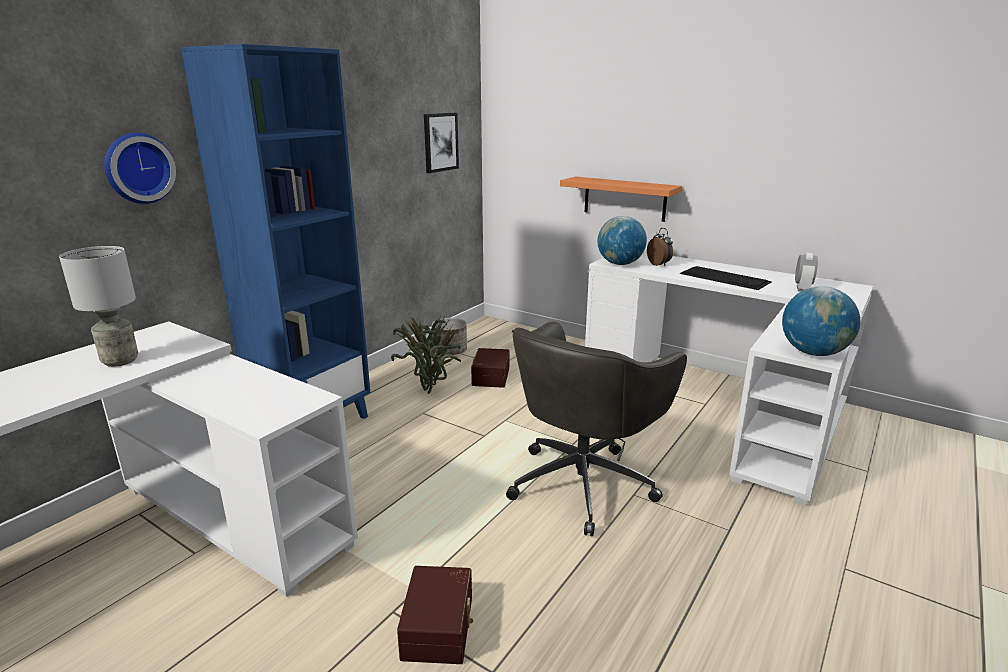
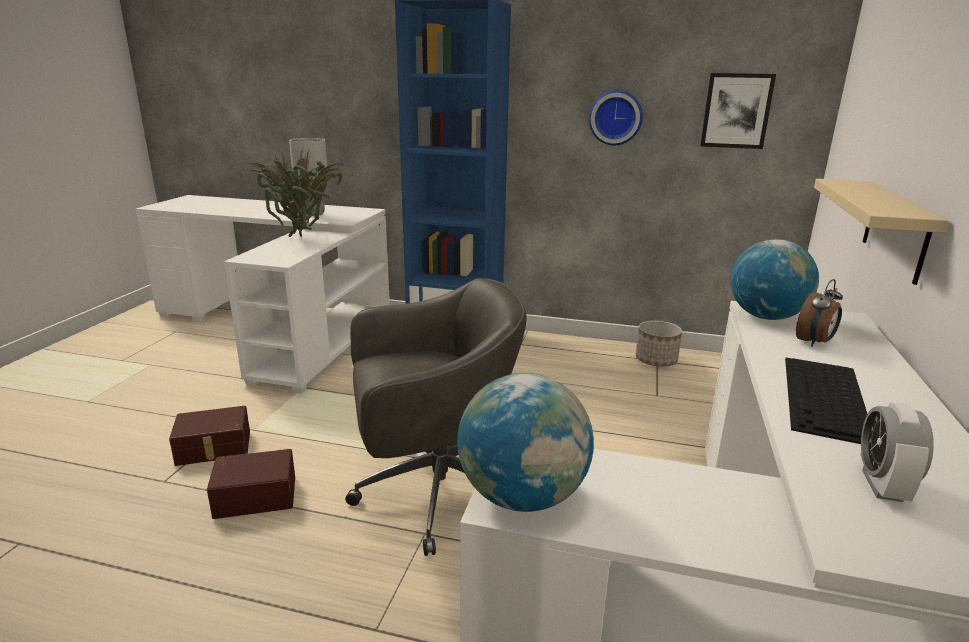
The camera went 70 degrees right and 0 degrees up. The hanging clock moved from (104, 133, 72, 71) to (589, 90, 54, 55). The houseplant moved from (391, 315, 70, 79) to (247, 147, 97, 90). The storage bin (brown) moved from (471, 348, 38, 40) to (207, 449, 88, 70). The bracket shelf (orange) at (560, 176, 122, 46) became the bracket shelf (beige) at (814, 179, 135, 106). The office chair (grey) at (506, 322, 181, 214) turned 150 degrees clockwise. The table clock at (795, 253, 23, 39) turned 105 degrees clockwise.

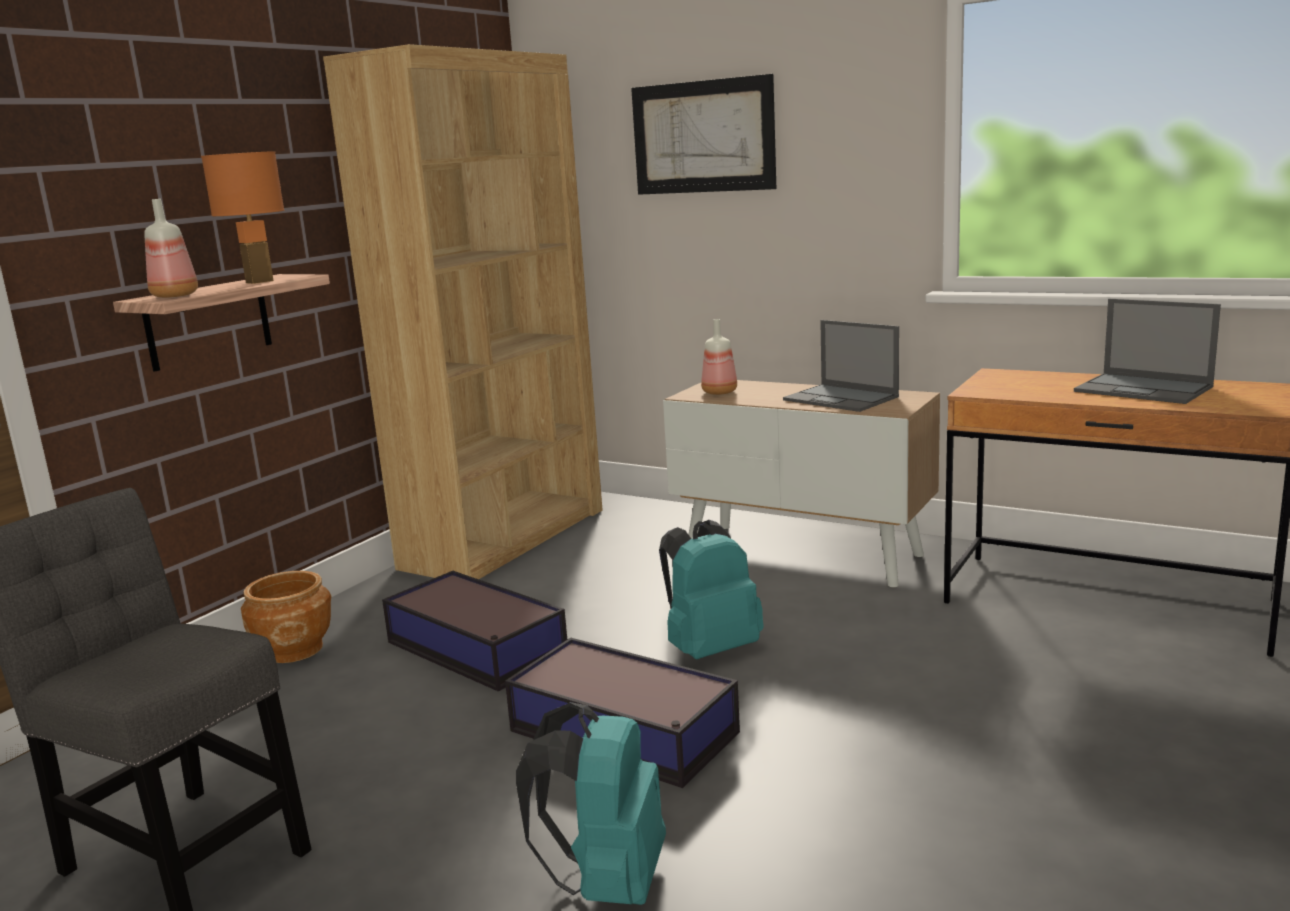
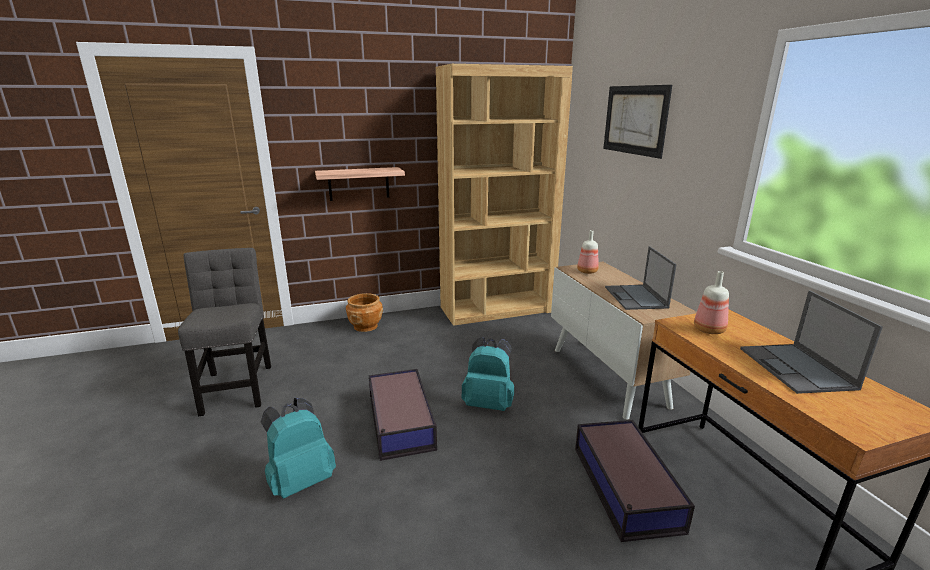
The camera went 40 degrees right and 5 degrees up. The lamp for a table (orange) at (201, 151, 83, 133) disappeared. The beverage bottle moved from (144, 199, 54, 99) to (694, 271, 35, 63). The storage bin moved from (382, 571, 185, 121) to (575, 420, 120, 122).

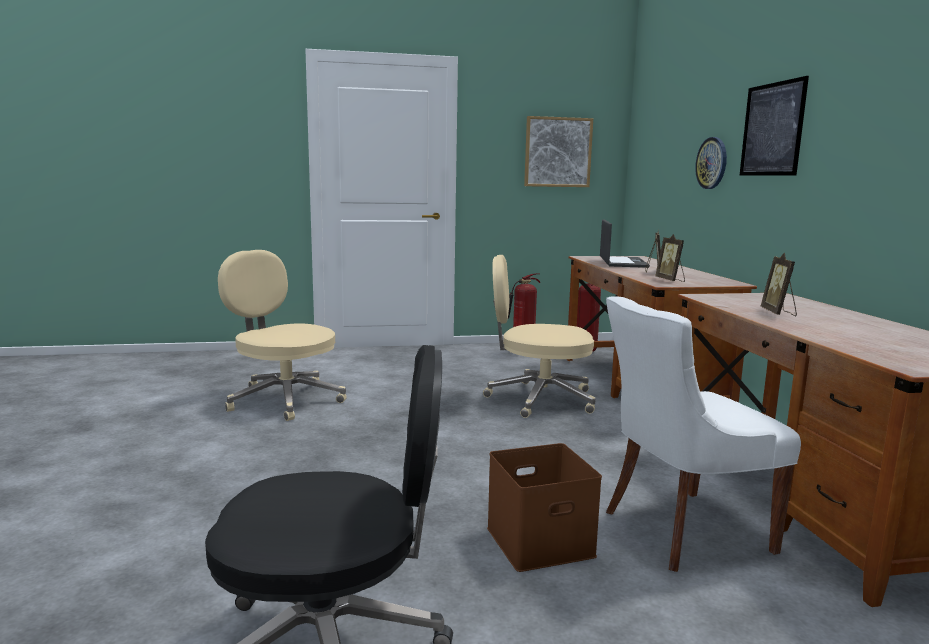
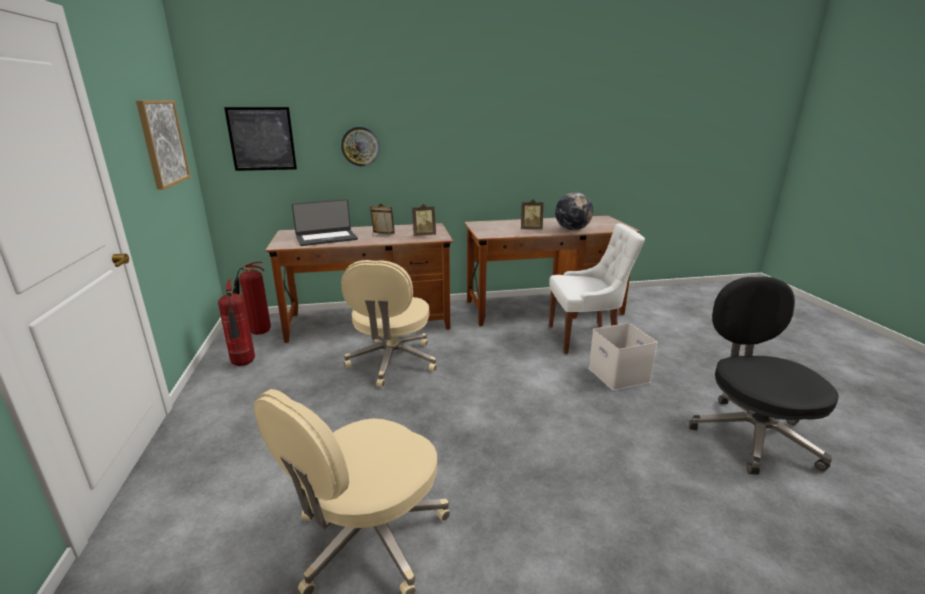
The camera went 90 degrees left and 10 degrees up. The globe at (555, 192, 38, 38) appeared. The wall picture moved from (740, 76, 69, 100) to (224, 107, 73, 64). The storage bin (brown) at (487, 443, 115, 129) became the storage bin (white) at (588, 323, 70, 67). The portable computer at (600, 220, 50, 48) turned 150 degrees clockwise. The chair (white) at (606, 296, 195, 276) turned 75 degrees counterclockwise.

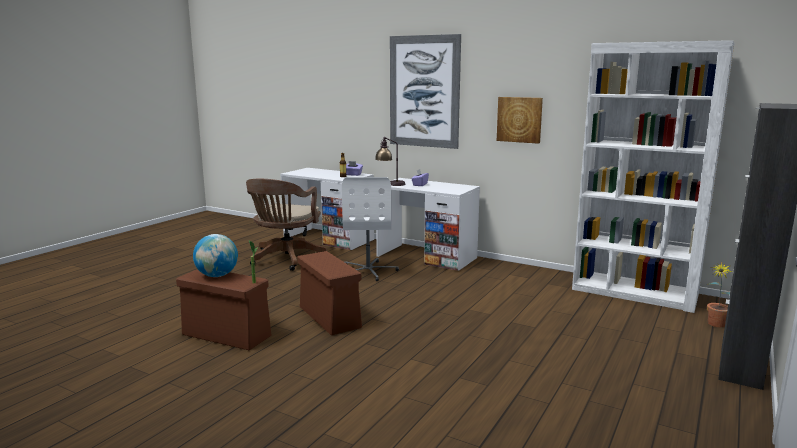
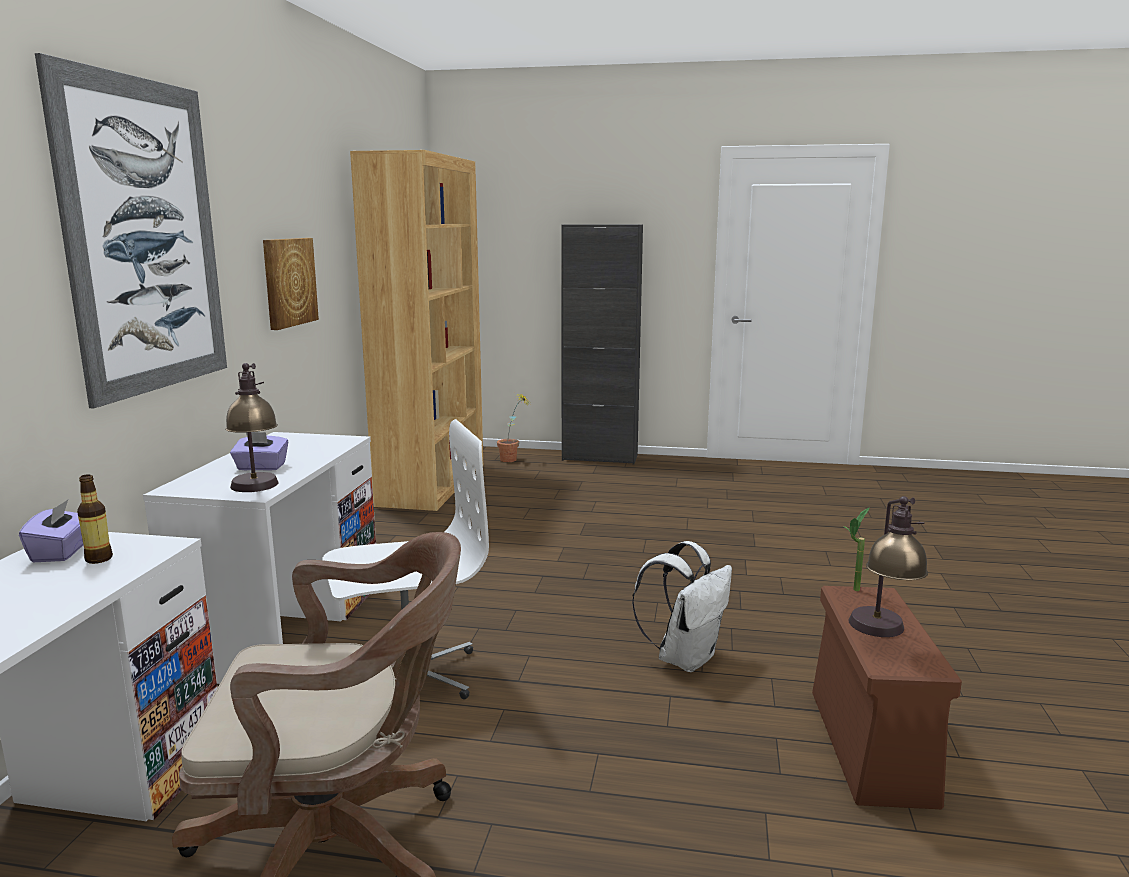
The camera went 110 degrees left and 0 degrees up. The globe at (193, 234, 45, 43) was replaced by the lamp for a table at (849, 496, 79, 141). The storage bin (brown) at (297, 251, 65, 84) was replaced by the backpack (white) at (632, 541, 100, 131). The bookcase (white) at (572, 40, 163, 273) became the bookcase (brown) at (350, 150, 133, 361).

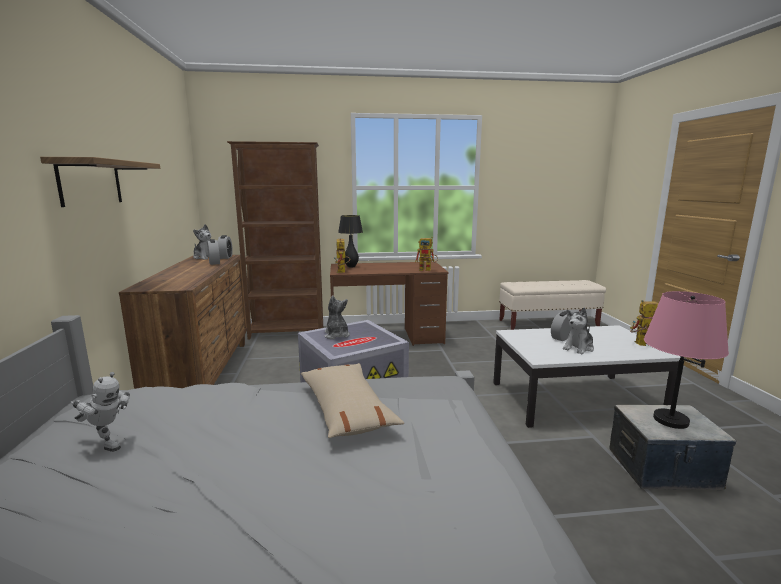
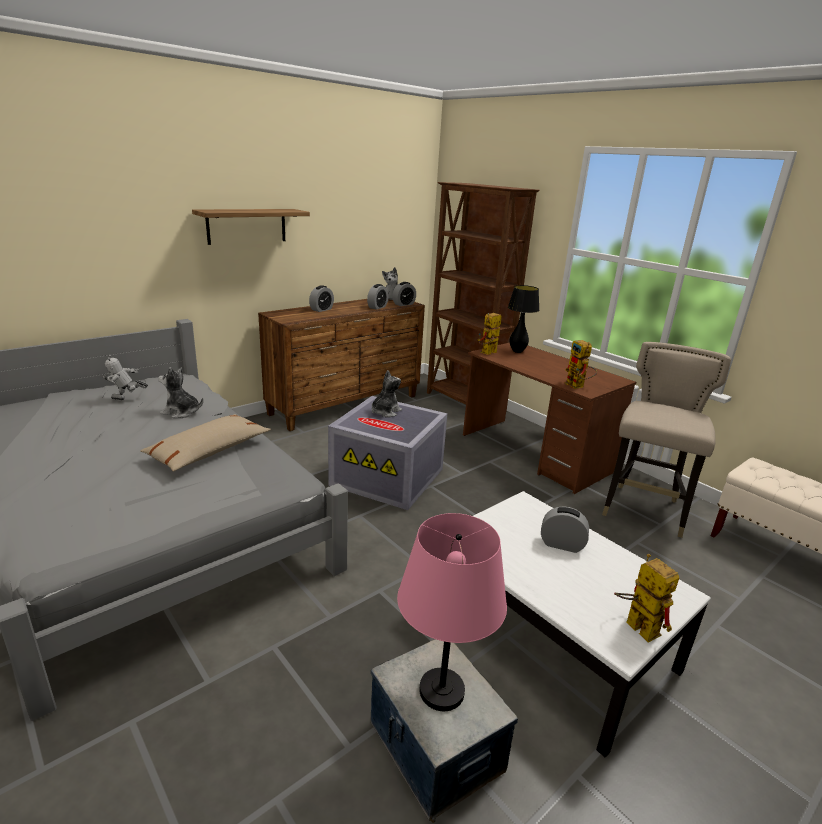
The camera went 55 degrees right and 10 degrees up. The table clock at (309, 285, 25, 27) appeared. The stool seat (beige) at (602, 342, 129, 196) appeared. The cuddly toy moved from (563, 307, 31, 47) to (158, 367, 45, 51). The model robot at (70, 372, 60, 80) turned 90 degrees clockwise.

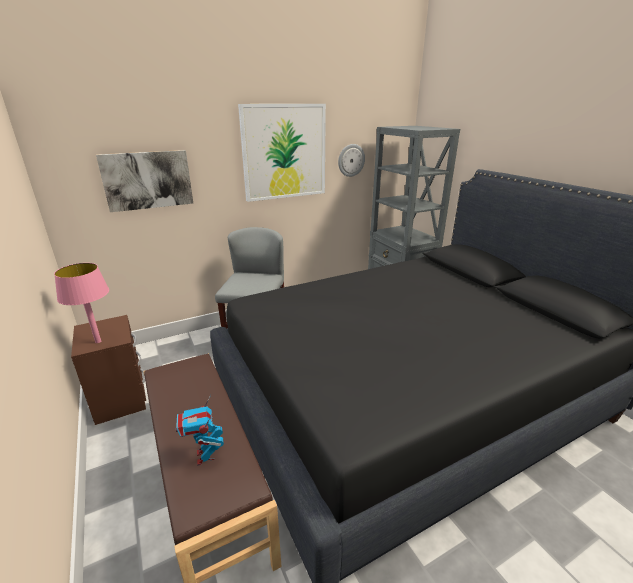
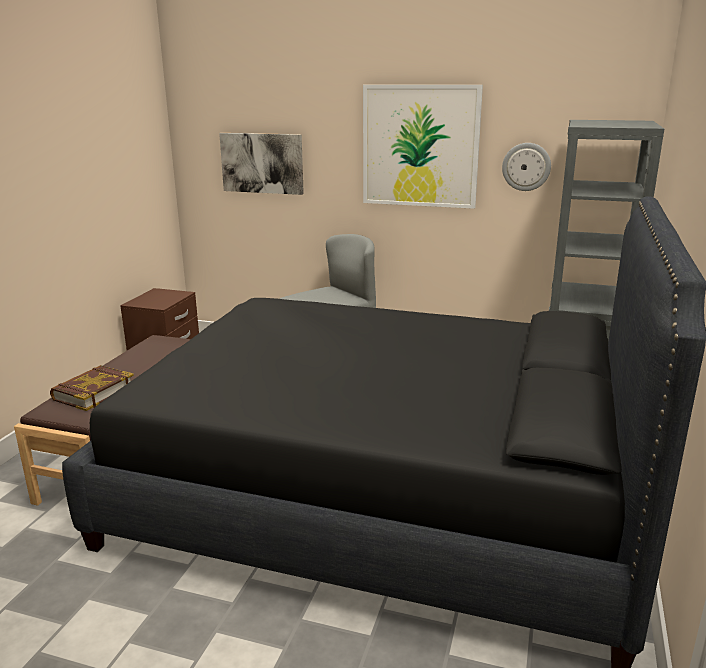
The camera went 45 degrees right and 5 degrees down. The lamp for a table (pinkish) at (54, 263, 55, 80) disappeared. The model robot at (176, 395, 48, 71) was replaced by the volume at (50, 365, 84, 46).

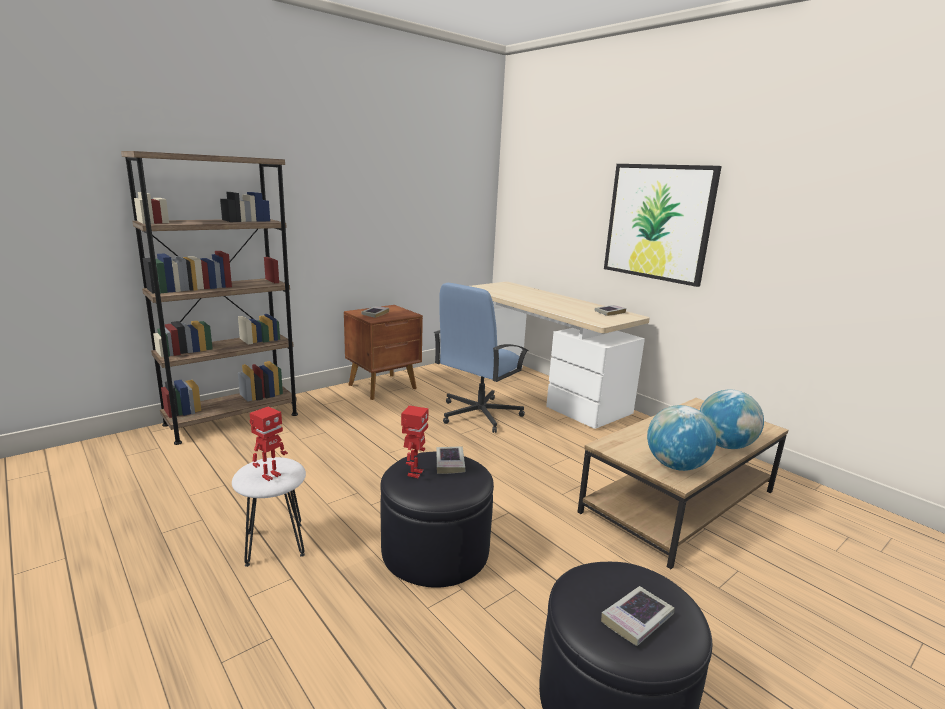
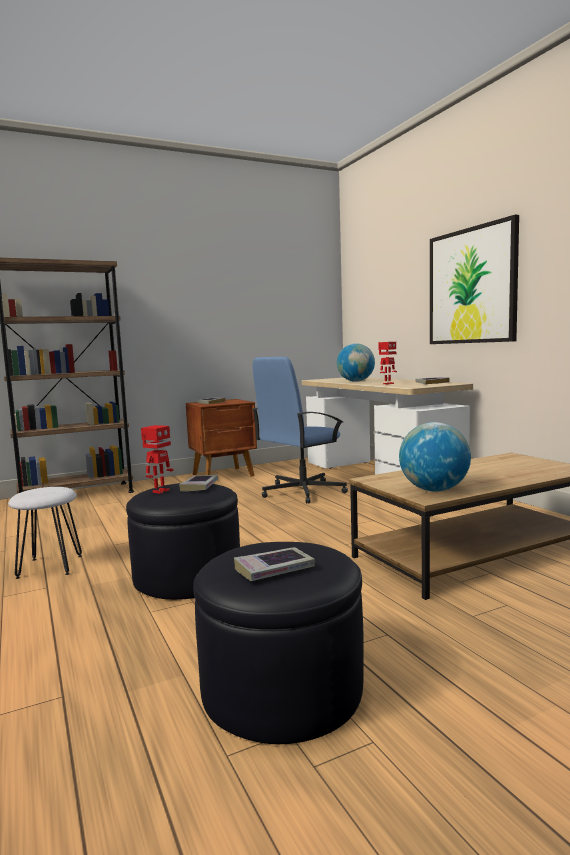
The camera went 15 degrees right and 10 degrees down. The model robot moved from (250, 407, 38, 74) to (378, 342, 19, 42). The globe moved from (700, 390, 64, 59) to (337, 343, 38, 39).

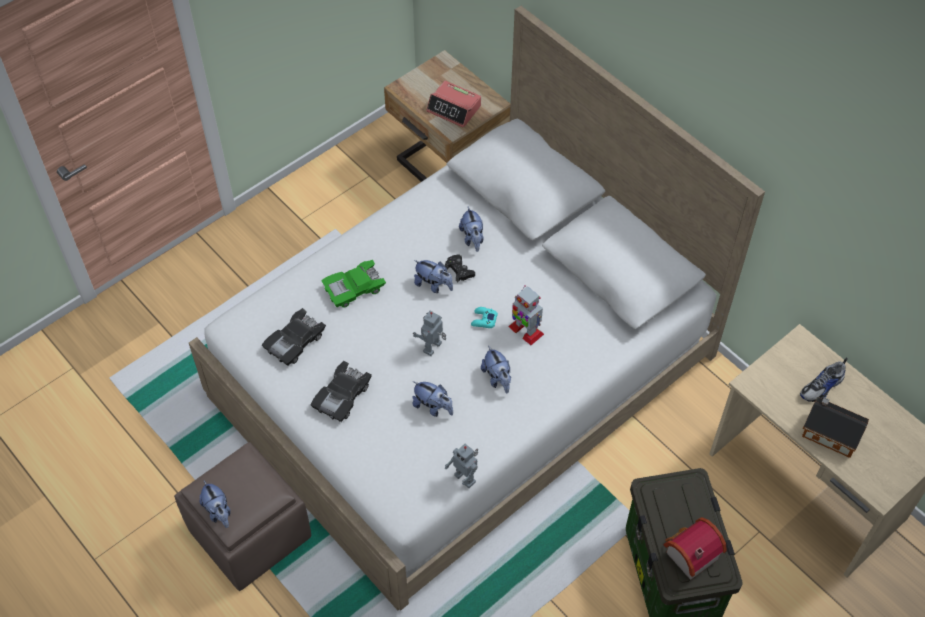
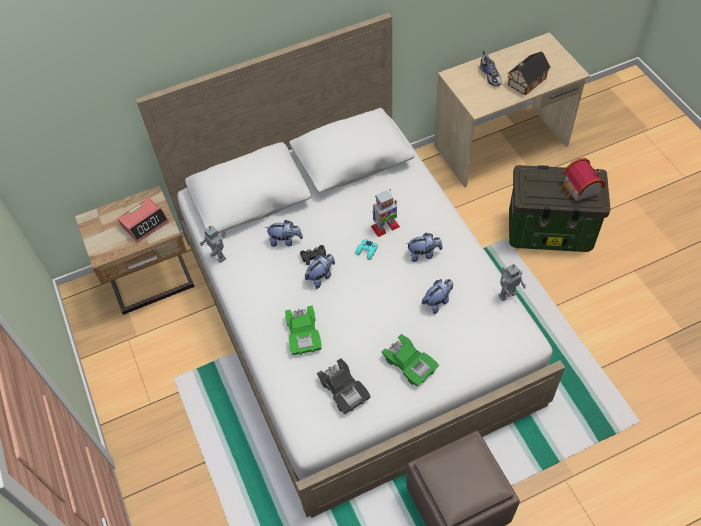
The camera went 70 degrees left and 0 degrees up. The cuddly toy at (200, 480, 31, 48) disappeared. The model robot moved from (413, 311, 33, 45) to (200, 225, 26, 38). The model car (black) at (311, 361, 61, 61) became the model car (green) at (382, 334, 57, 52).

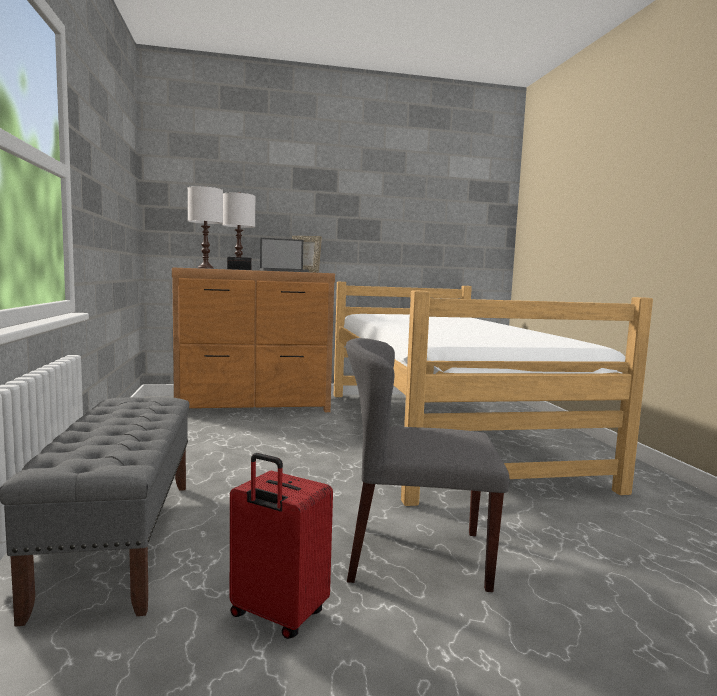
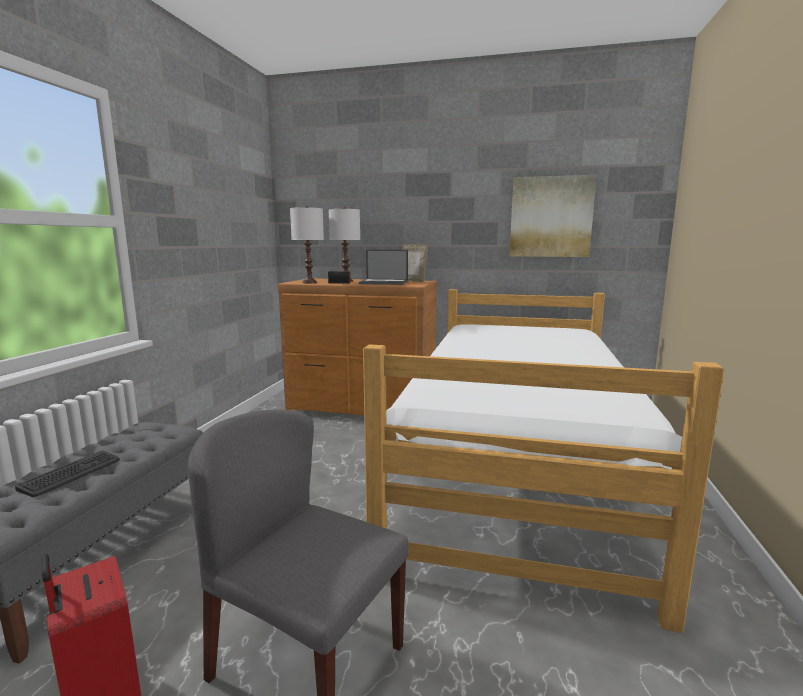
The camera went 25 degrees right and 5 degrees up. The keyboard at (15, 451, 105, 46) appeared. The wall picture at (510, 175, 86, 82) appeared.

